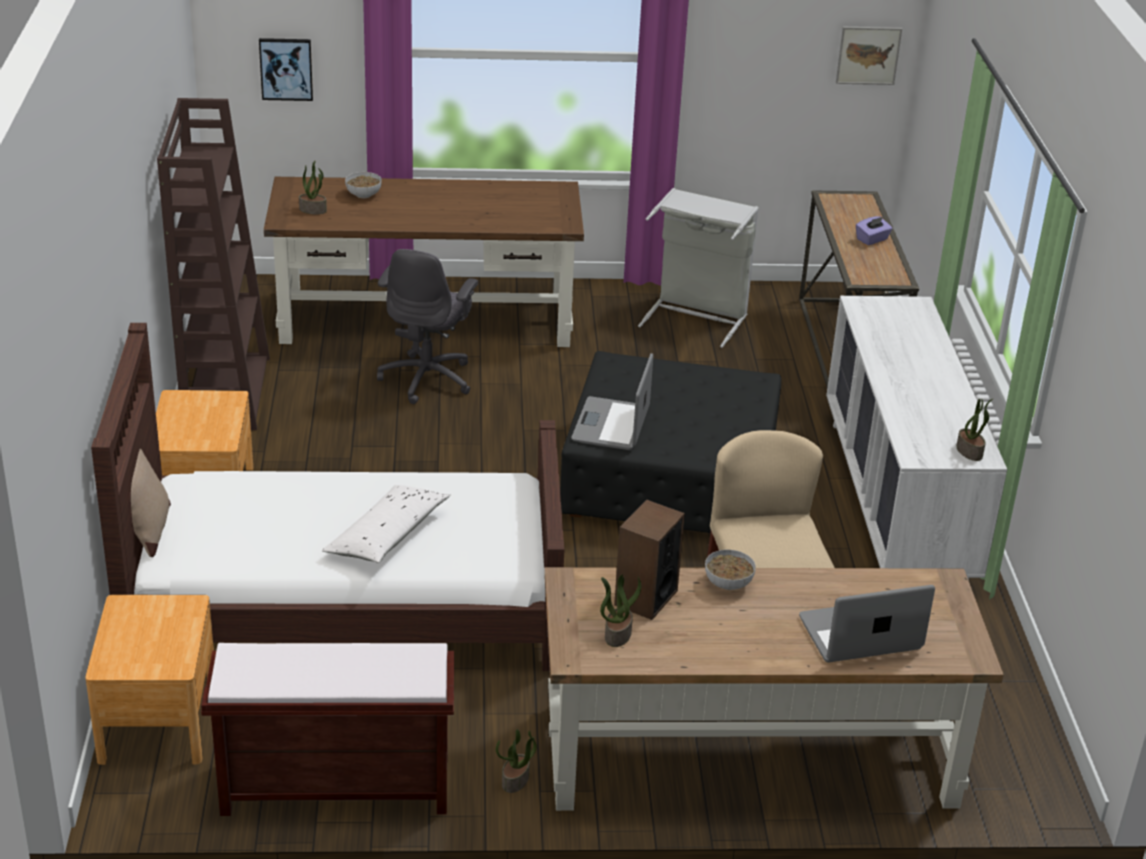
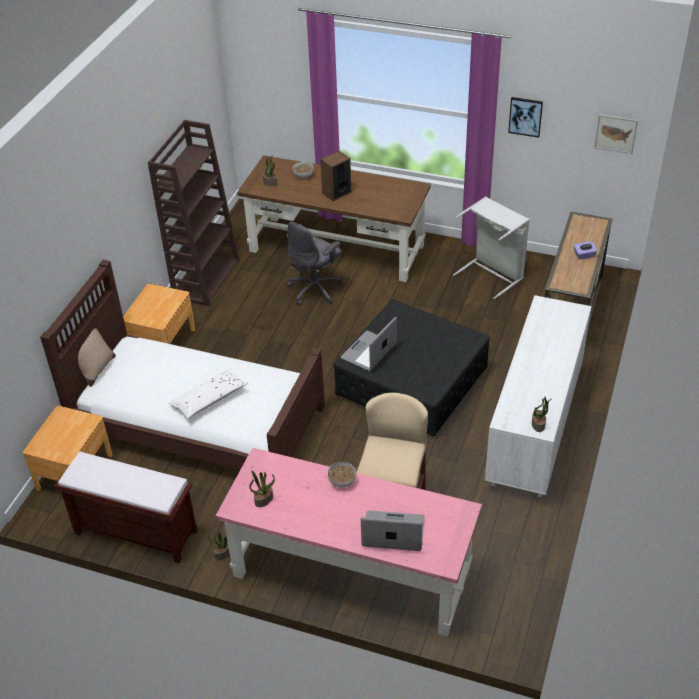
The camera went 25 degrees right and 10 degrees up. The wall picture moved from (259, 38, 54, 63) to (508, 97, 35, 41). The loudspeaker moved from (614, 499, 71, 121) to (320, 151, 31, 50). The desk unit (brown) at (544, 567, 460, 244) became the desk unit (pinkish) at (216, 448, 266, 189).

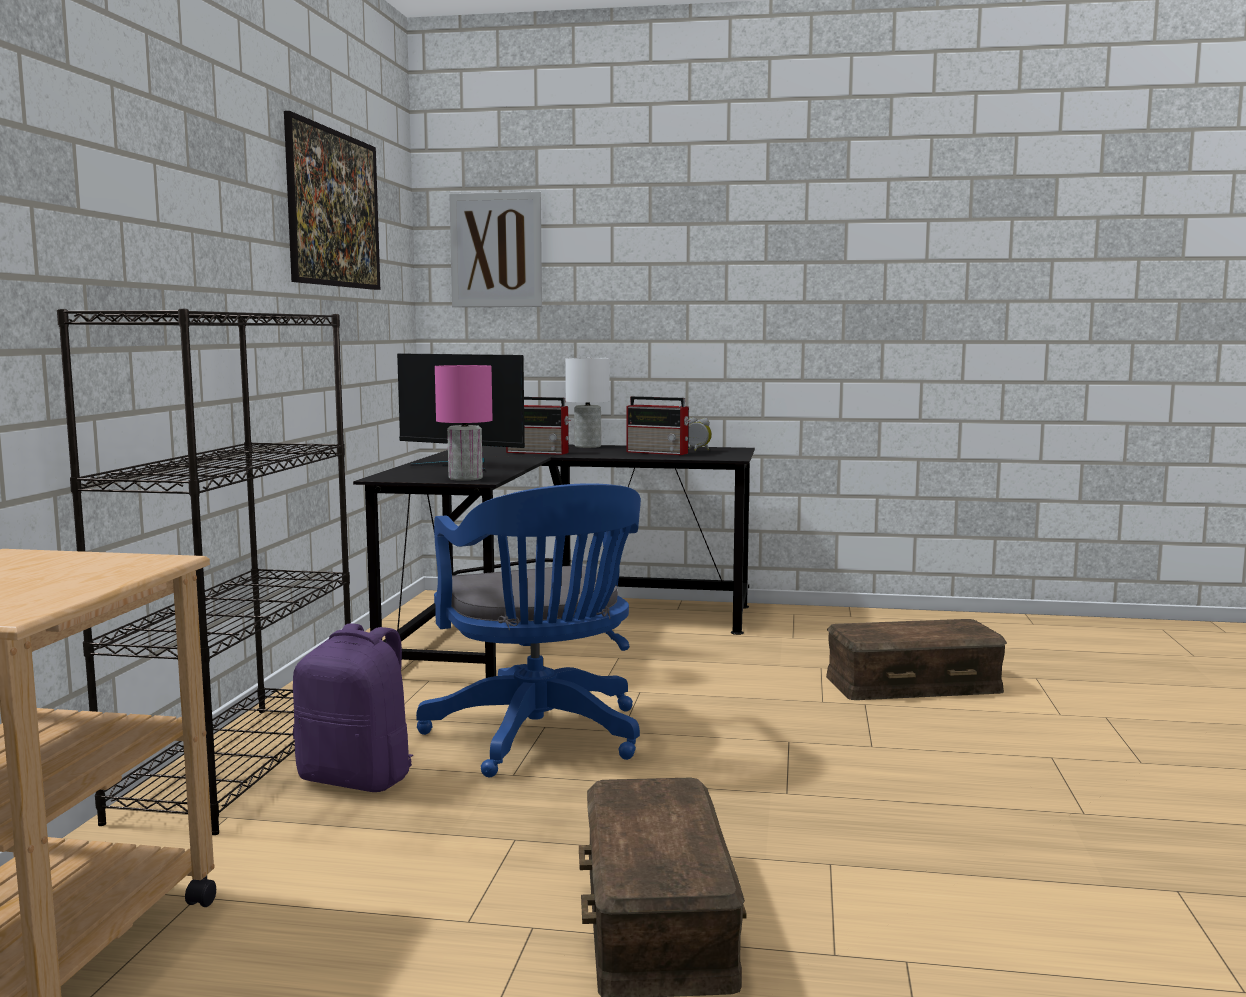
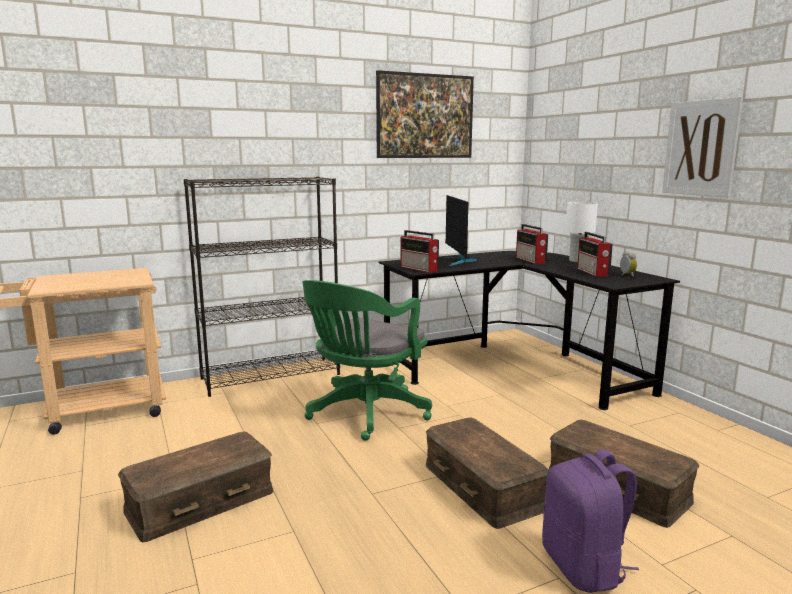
The camera went 55 degrees right and 5 degrees up. The storage bin (brown) at (426, 418, 123, 111) appeared. The backpack (purple) moved from (293, 624, 120, 168) to (542, 449, 97, 144). The wall picture moved from (449, 191, 93, 116) to (662, 97, 81, 100). The lamp for a table (pinkish) at (435, 365, 58, 116) was replaced by the radio set at (401, 230, 38, 43). The office chair (blue-coloured) at (416, 483, 225, 294) became the office chair (green) at (303, 280, 129, 161).

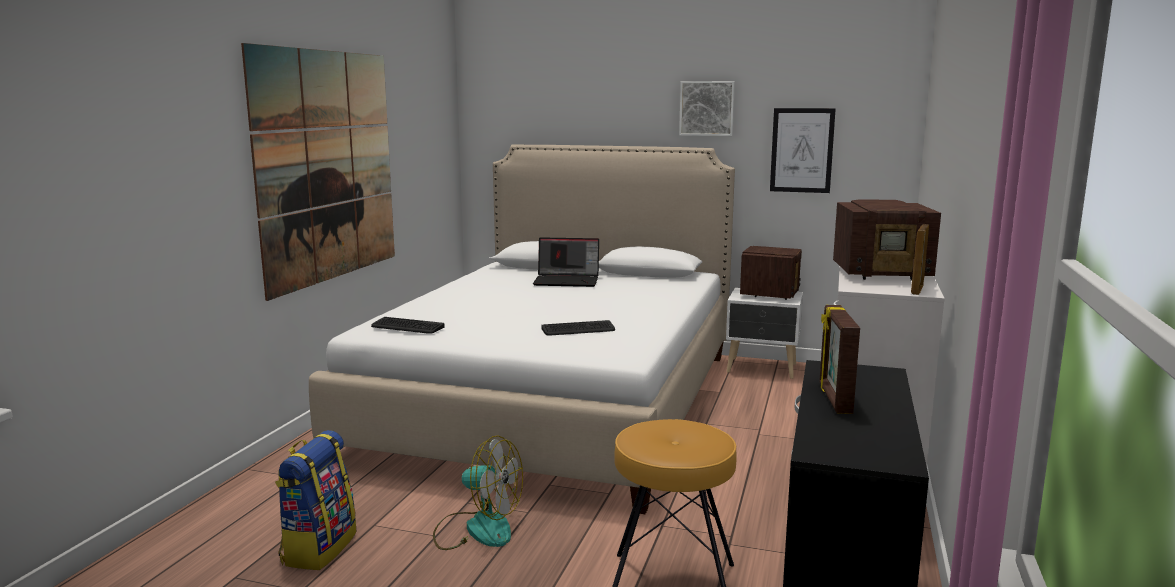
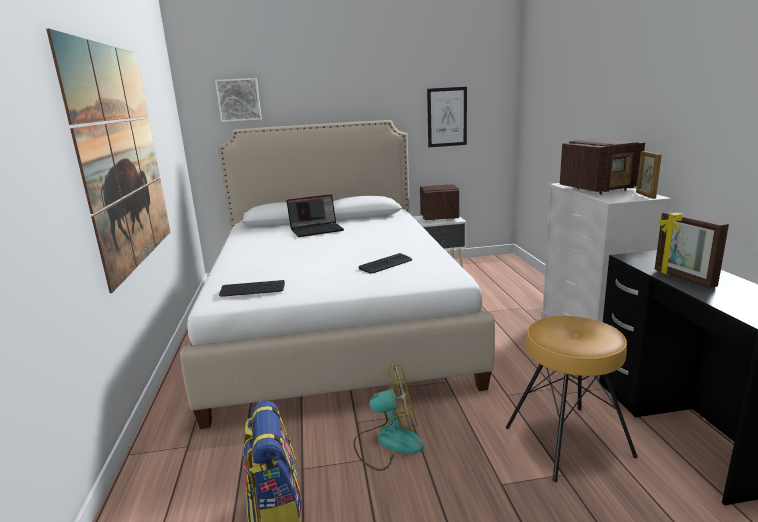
The camera went 25 degrees left and 5 degrees up. The wall picture moved from (679, 81, 56, 55) to (215, 78, 47, 44).

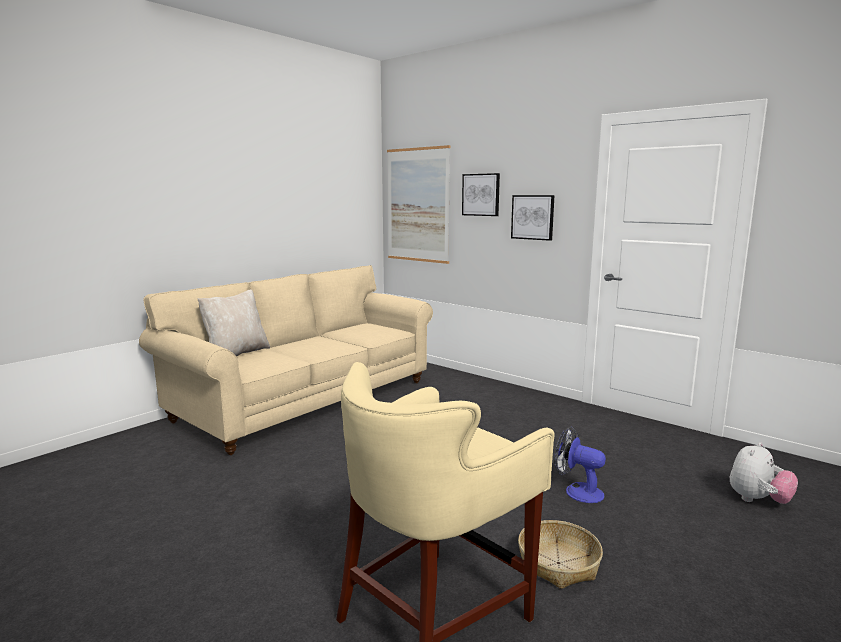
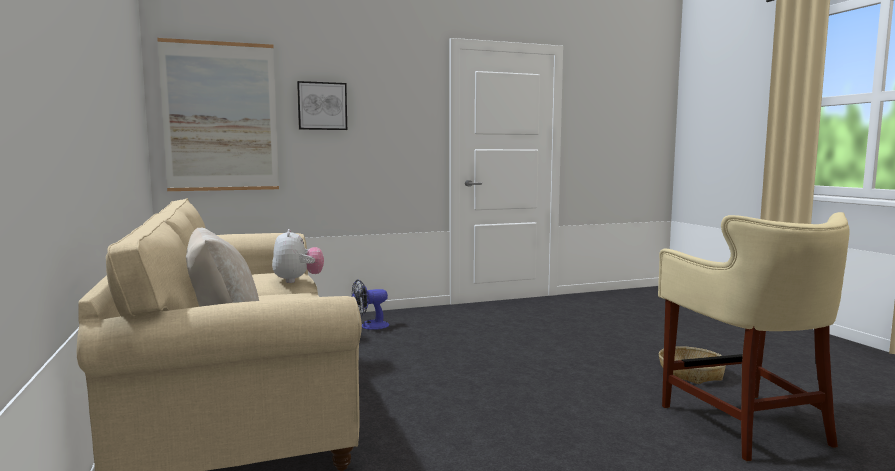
The camera went 60 degrees left and 5 degrees down. The wall picture at (511, 195, 44, 46) disappeared. The cooling fan moved from (554, 427, 52, 76) to (352, 279, 37, 51). The cuddly toy moved from (730, 442, 68, 62) to (272, 229, 52, 54).

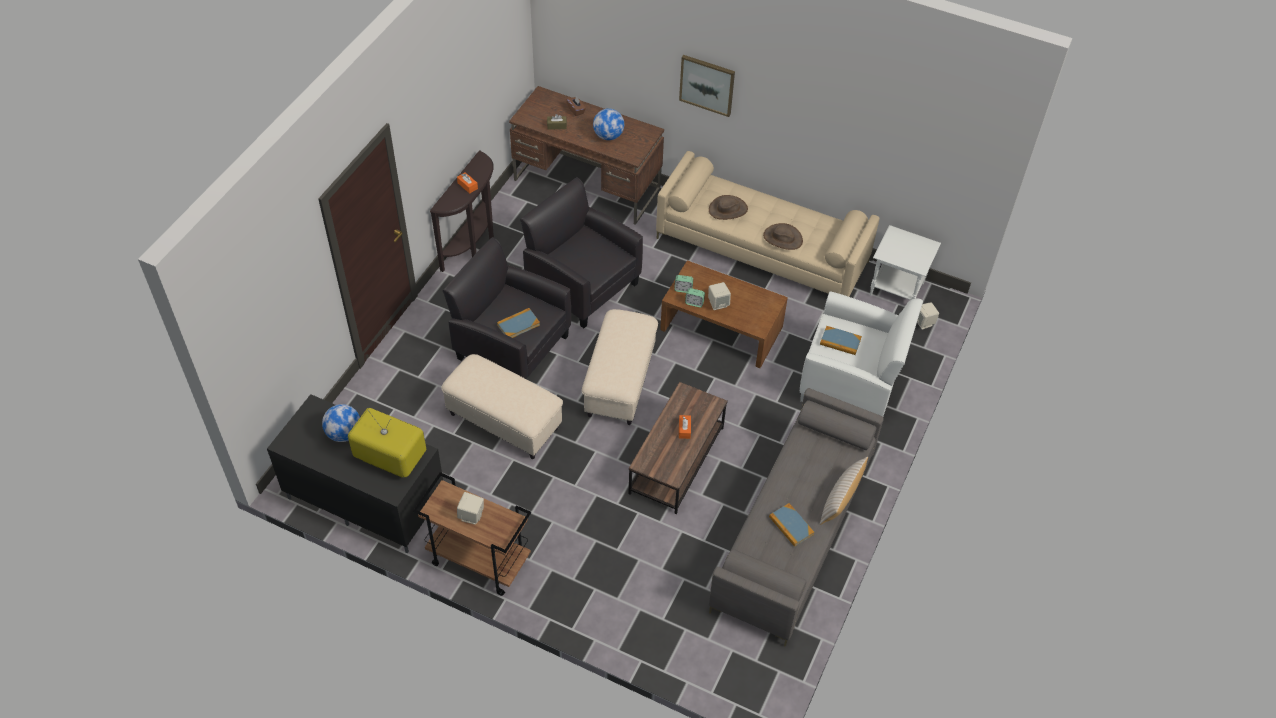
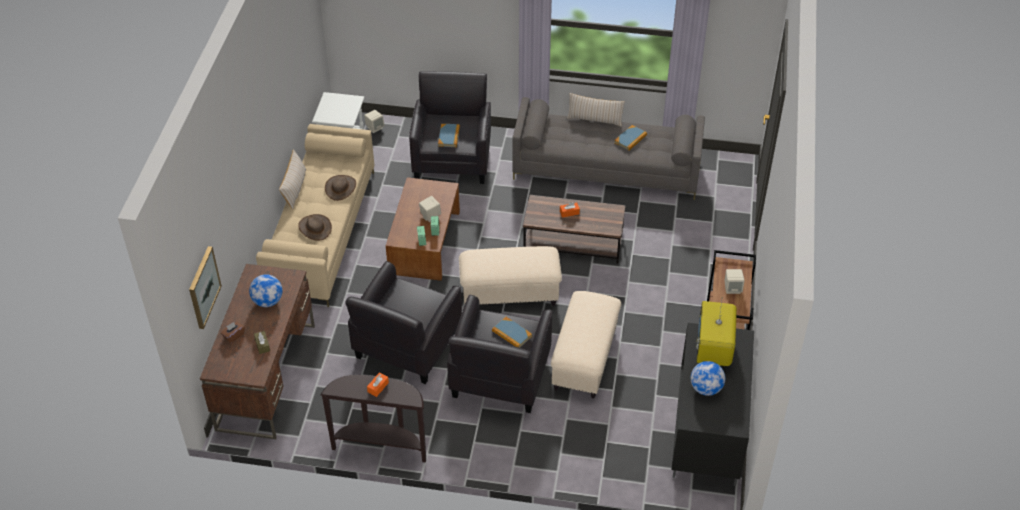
The camera went 105 degrees left and 5 degrees down. The cushion (beige) at (279, 149, 27, 61) appeared. The wall picture moved from (679, 55, 56, 62) to (189, 246, 33, 83). The armchair (white) at (800, 292, 123, 124) became the armchair (black) at (409, 71, 82, 113).

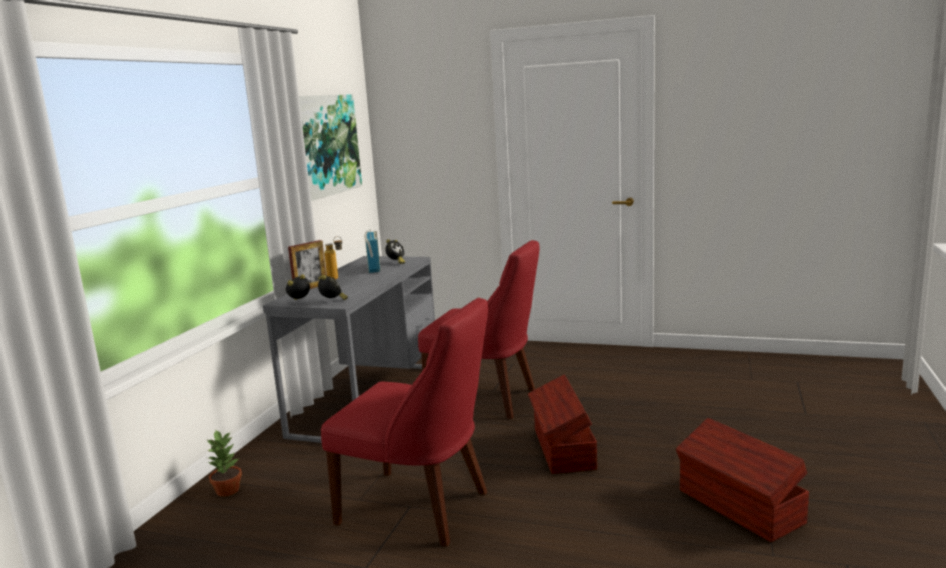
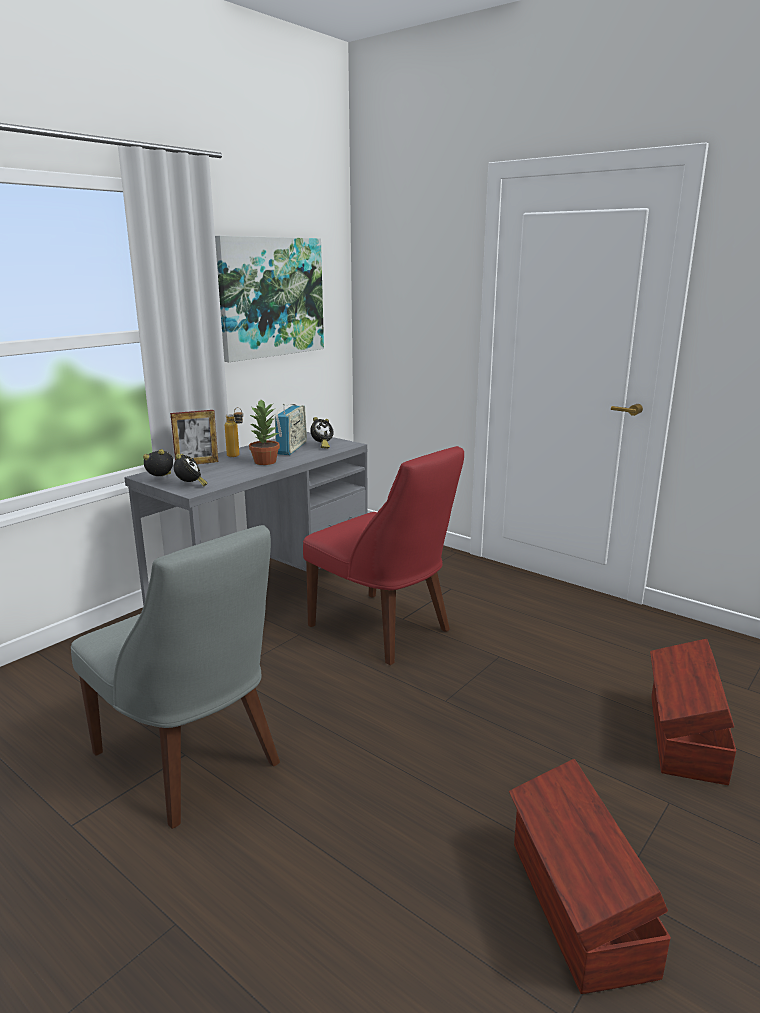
The camera went 20 degrees right and 5 degrees up. The houseplant moved from (207, 431, 35, 66) to (249, 400, 31, 65). The storage bin (brown) moved from (528, 374, 69, 100) to (650, 639, 86, 146). The chair (reddish) at (321, 298, 167, 249) became the chair (grey) at (71, 525, 209, 304).

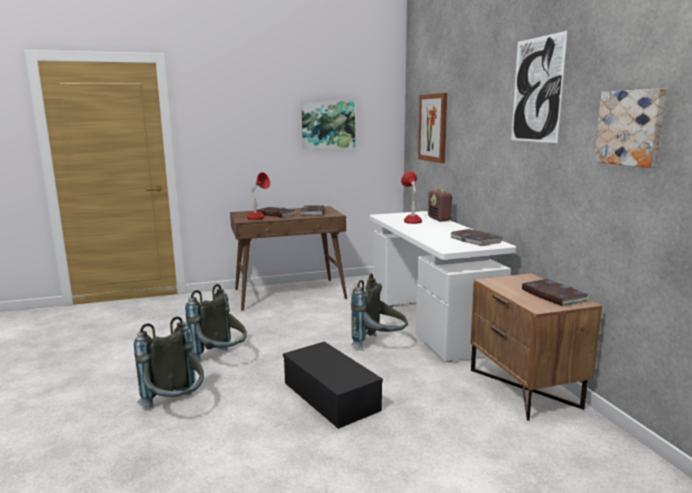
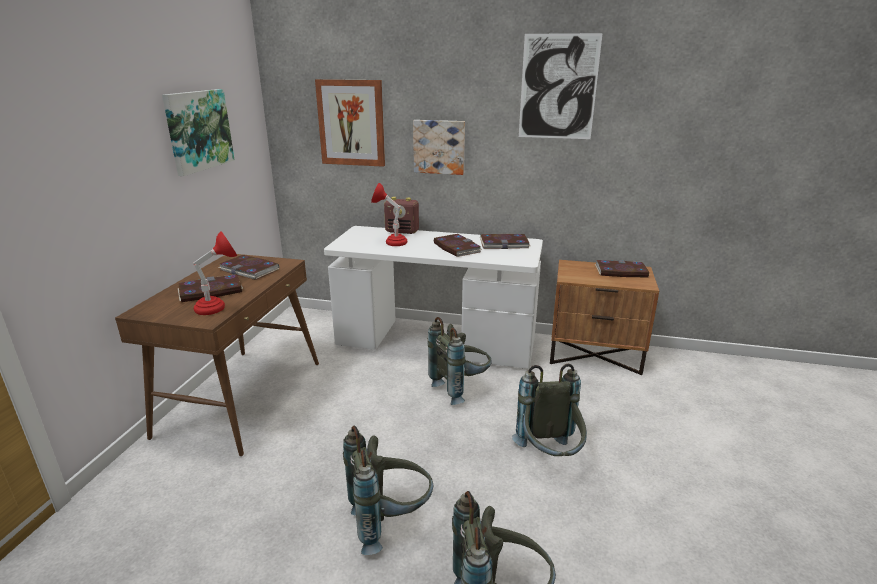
The camera went 60 degrees left and 10 degrees up. The volume at (434, 234, 48, 23) appeared. The wall picture moved from (594, 88, 73, 80) to (413, 120, 52, 55). The storage bin (black) at (283, 342, 100, 87) was replaced by the backpack (grey) at (512, 364, 75, 92).

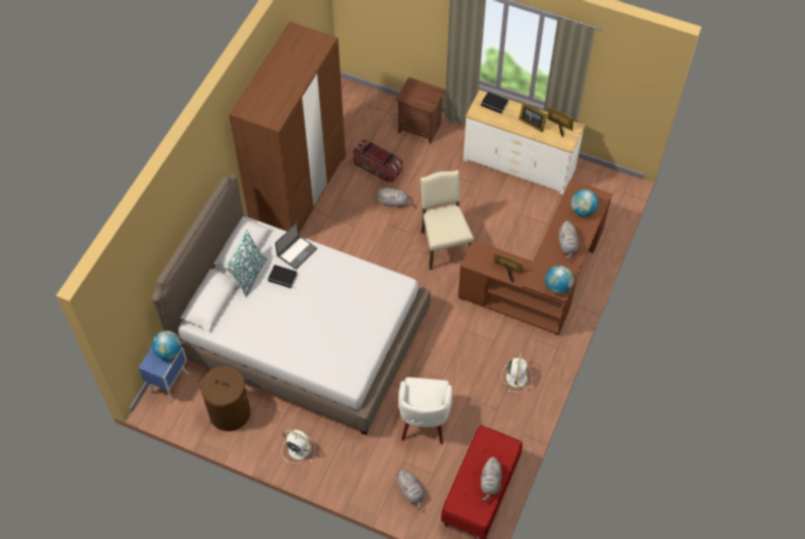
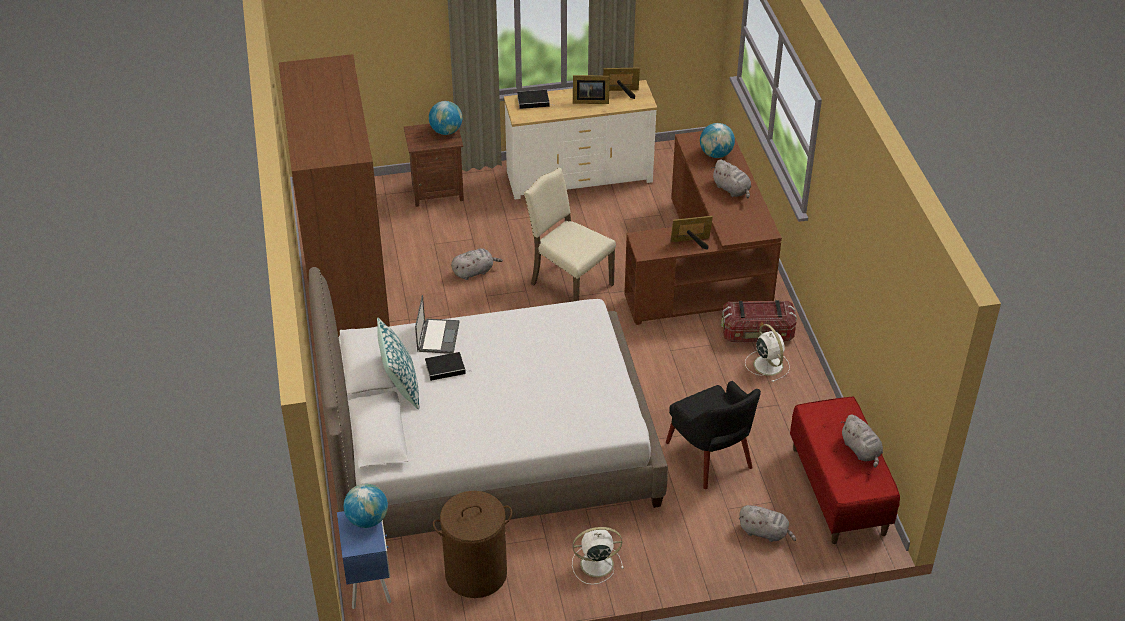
The camera went 35 degrees left and 15 degrees down. The storage bin moved from (353, 139, 50, 43) to (721, 300, 76, 43). The globe moved from (545, 265, 29, 29) to (429, 101, 33, 34). The armchair (white) at (399, 377, 53, 67) became the armchair (black) at (666, 381, 95, 108).

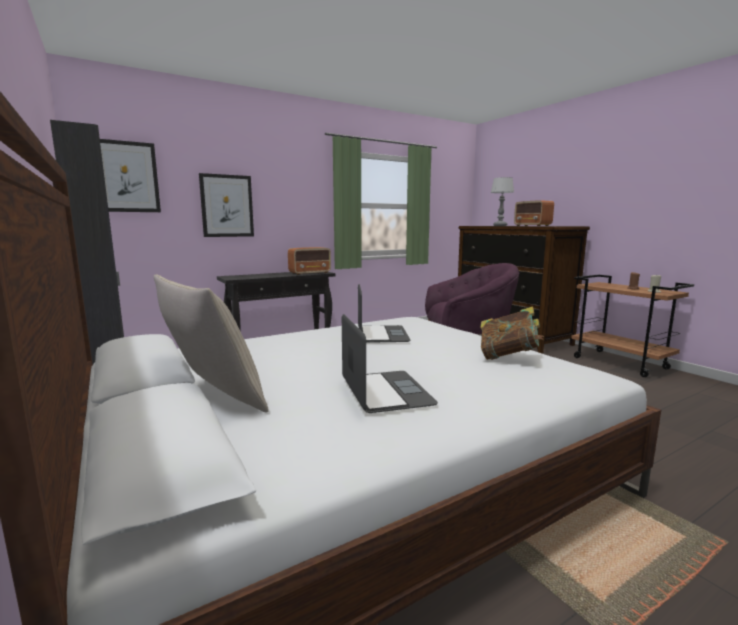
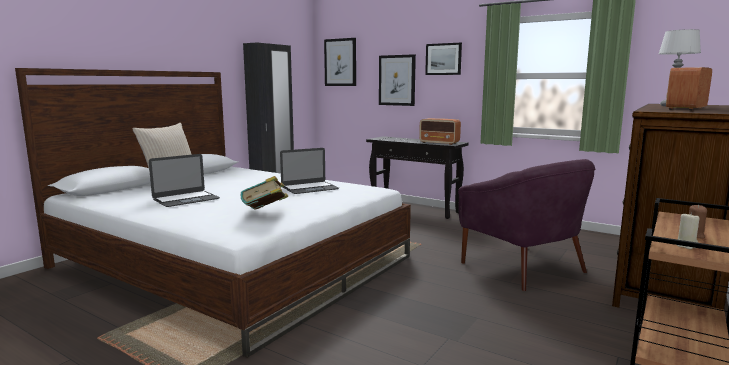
The camera went 65 degrees right and 0 degrees up. The wall picture at (425, 43, 37, 32) appeared.

